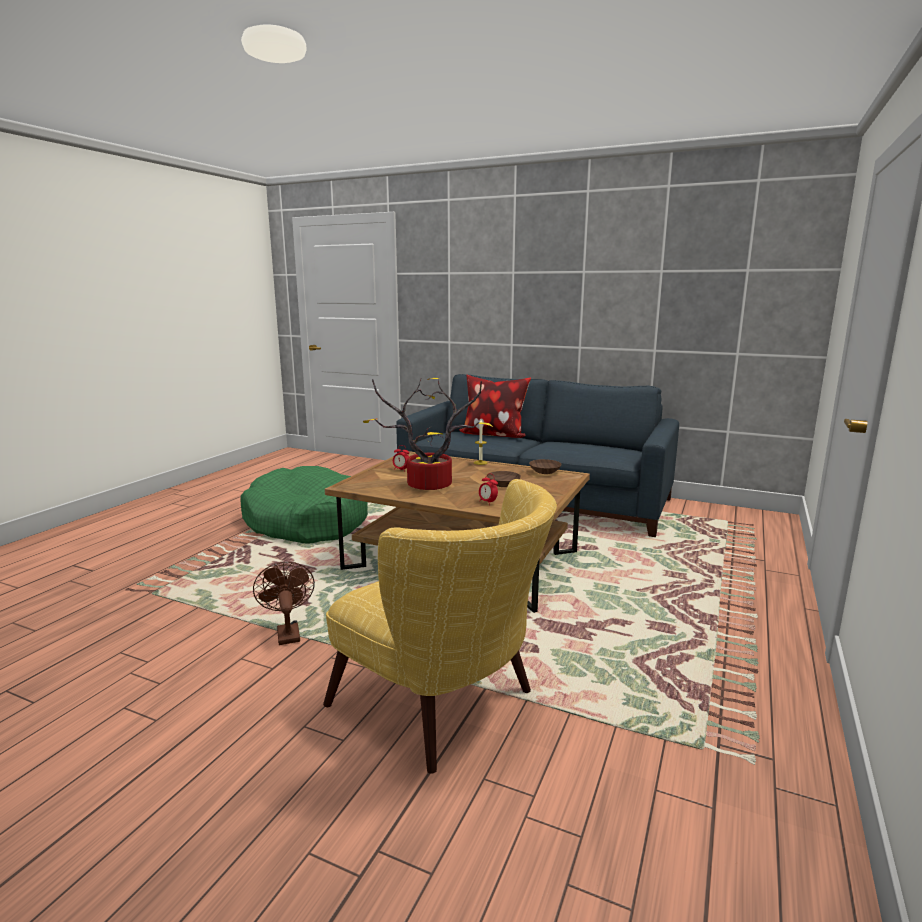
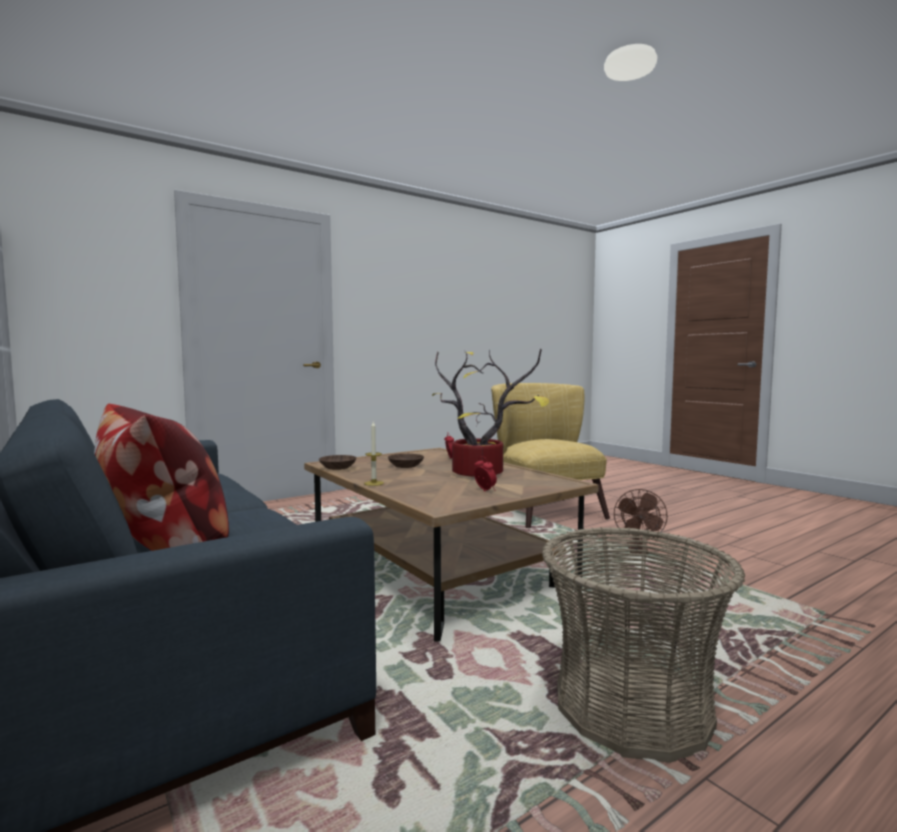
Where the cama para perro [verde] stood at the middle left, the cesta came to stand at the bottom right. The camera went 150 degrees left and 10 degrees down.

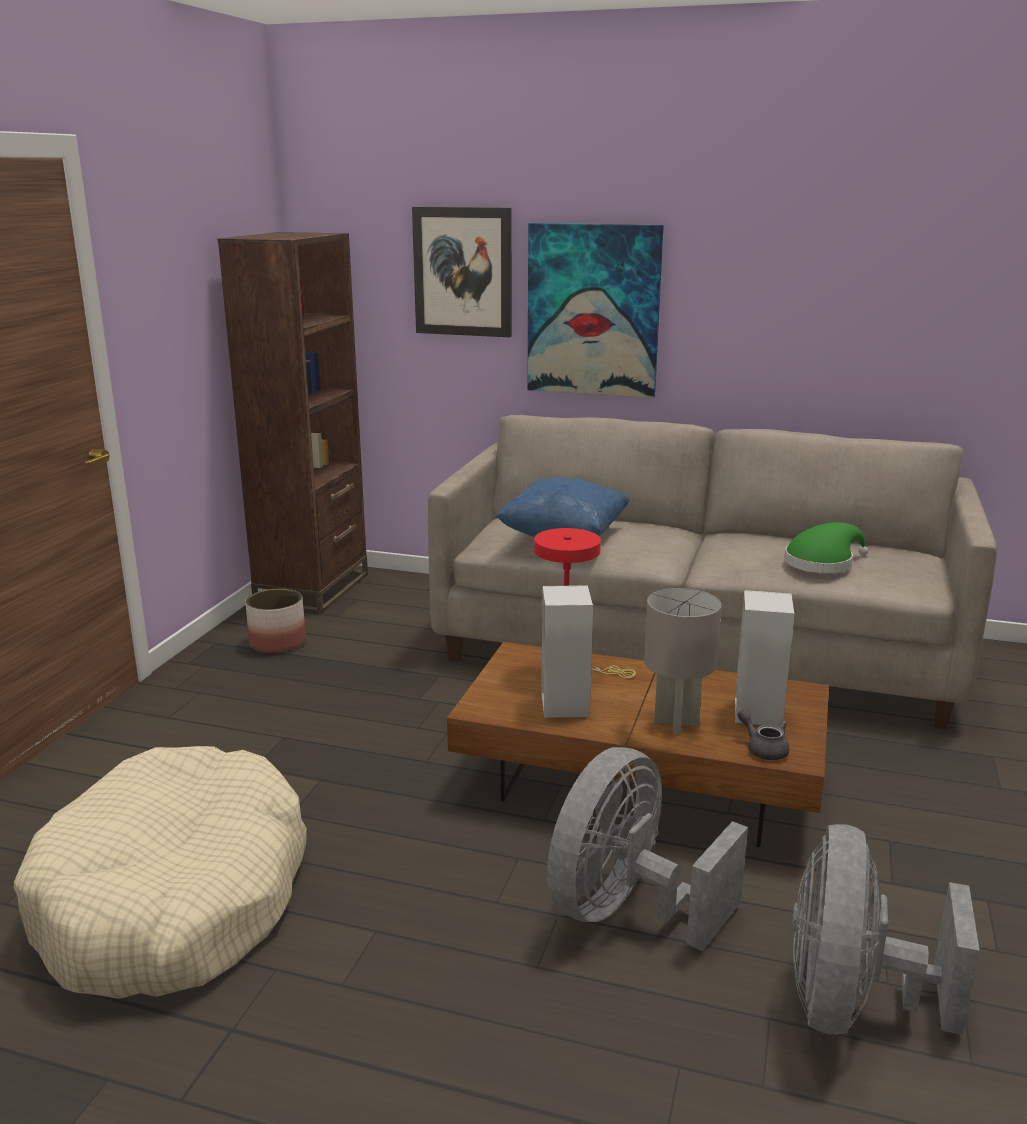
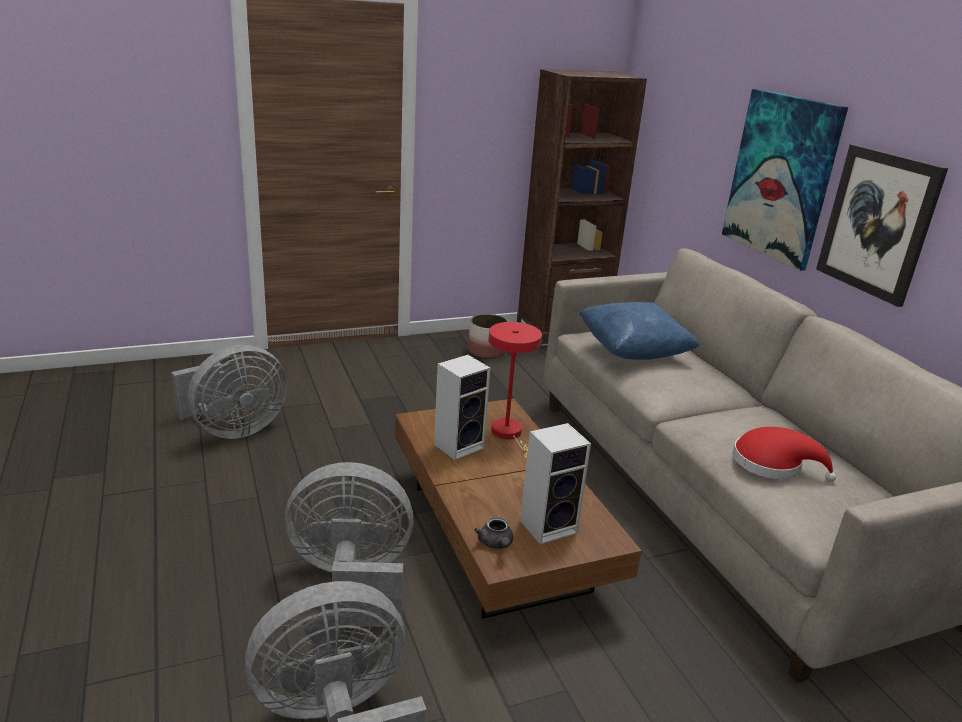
Where the cama para perro [beis] stood at the bottom left, the ventilador [gris] (1st from left) came to stand at the middle left. The cuadro (1st from left in the first image) ended up elsewhere, having gone from the top centre to the top right. The second view lost the lámpara de mesa [gris] at the centre. The tetera [gris] at the middle right ended up facing another way, 150 degrees clockwise from before. What was the sombrero [verde] at the middle right turned into the sombrero [rojo] at the middle right. The camera went 50 degrees right and 5 degrees up.

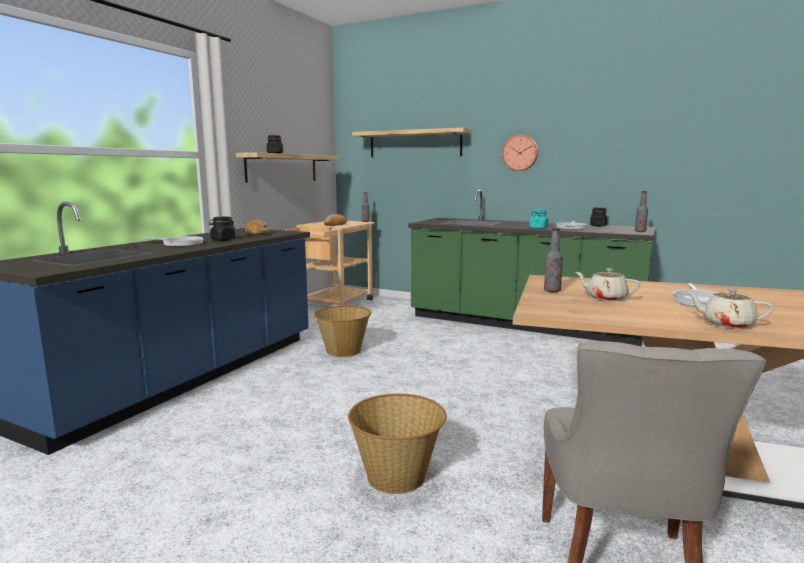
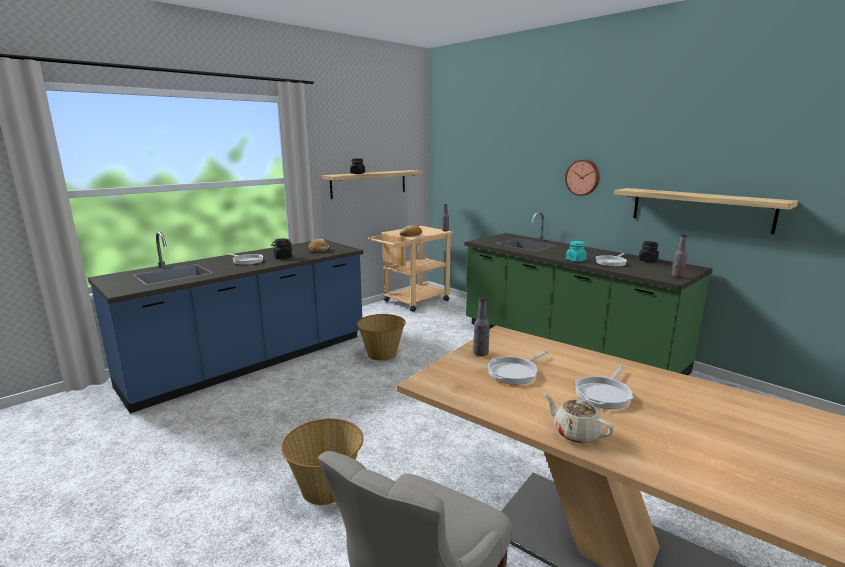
The estante (2nd from left) ended up elsewhere, having gone from the top centre to the middle right. Where the tetera [beis] (1st from left) stood at the middle right, the sartén (2nd from left) came to stand at the centre. The camera went 20 degrees right and 5 degrees up.

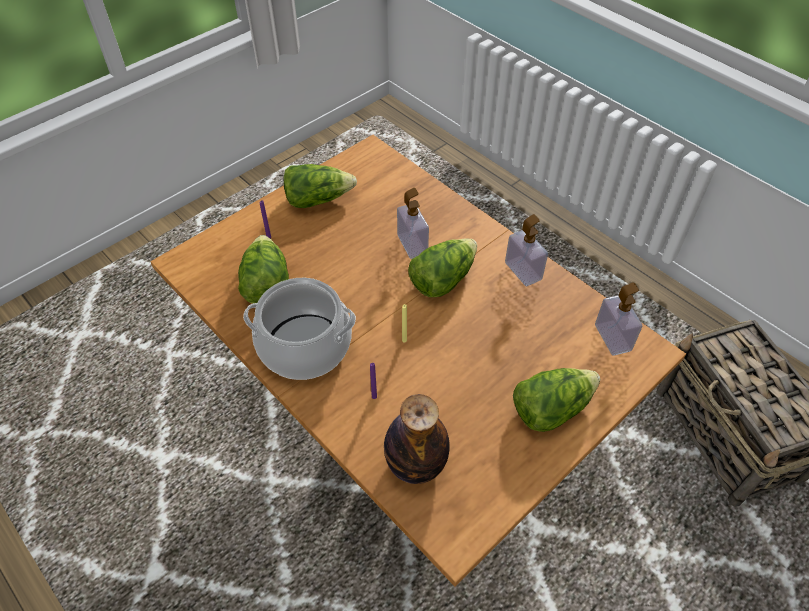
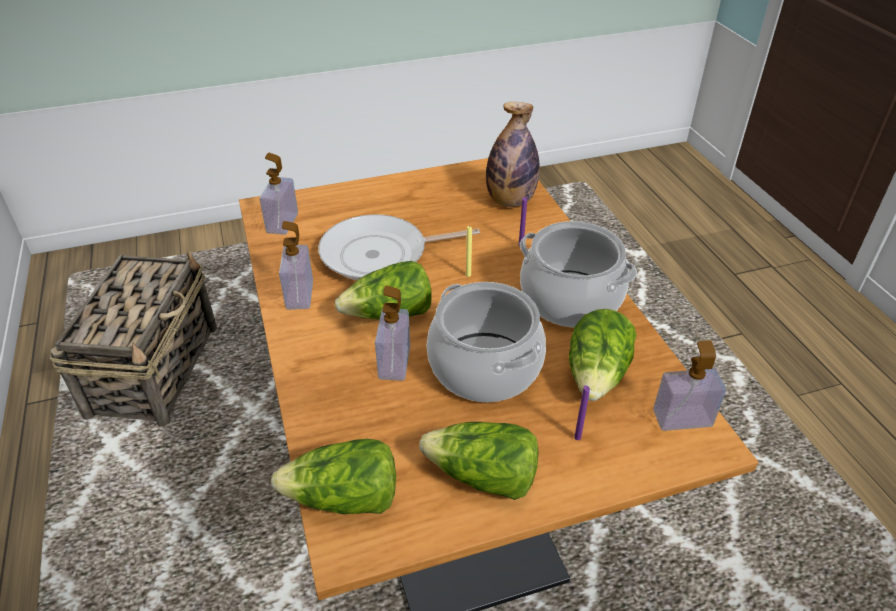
The lechuga (4th from left in the first image) ended up elsewhere, having gone from the middle right to the bottom centre. The second view gained the sartén at the centre. The second view gained the olla (1st from left) at the centre. The second view gained the dispensador de jabón (4th from left) at the middle right. The camera went 155 degrees left and 10 degrees down.

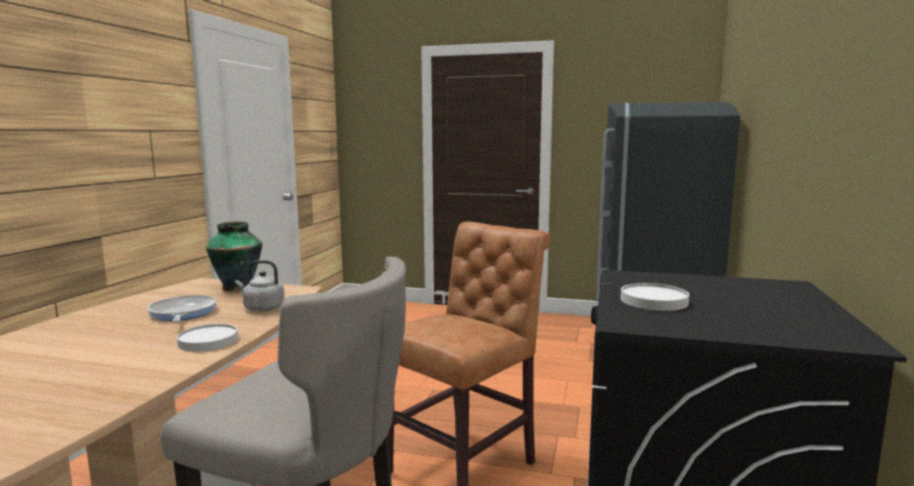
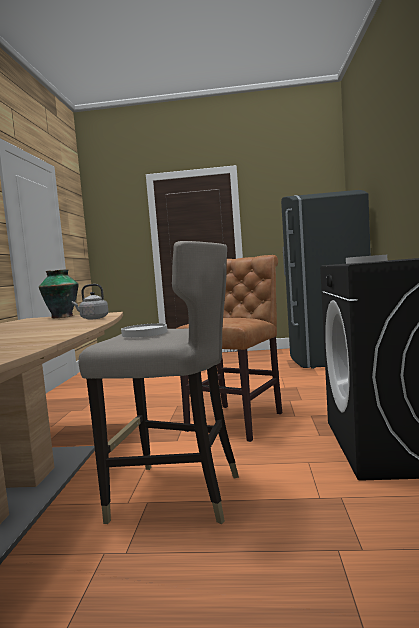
The second view lost the sartén at the middle left. The plato [blanco] (1st from left) ended up elsewhere, having gone from the bottom left to the centre. The camera went 10 degrees left and 5 degrees down.

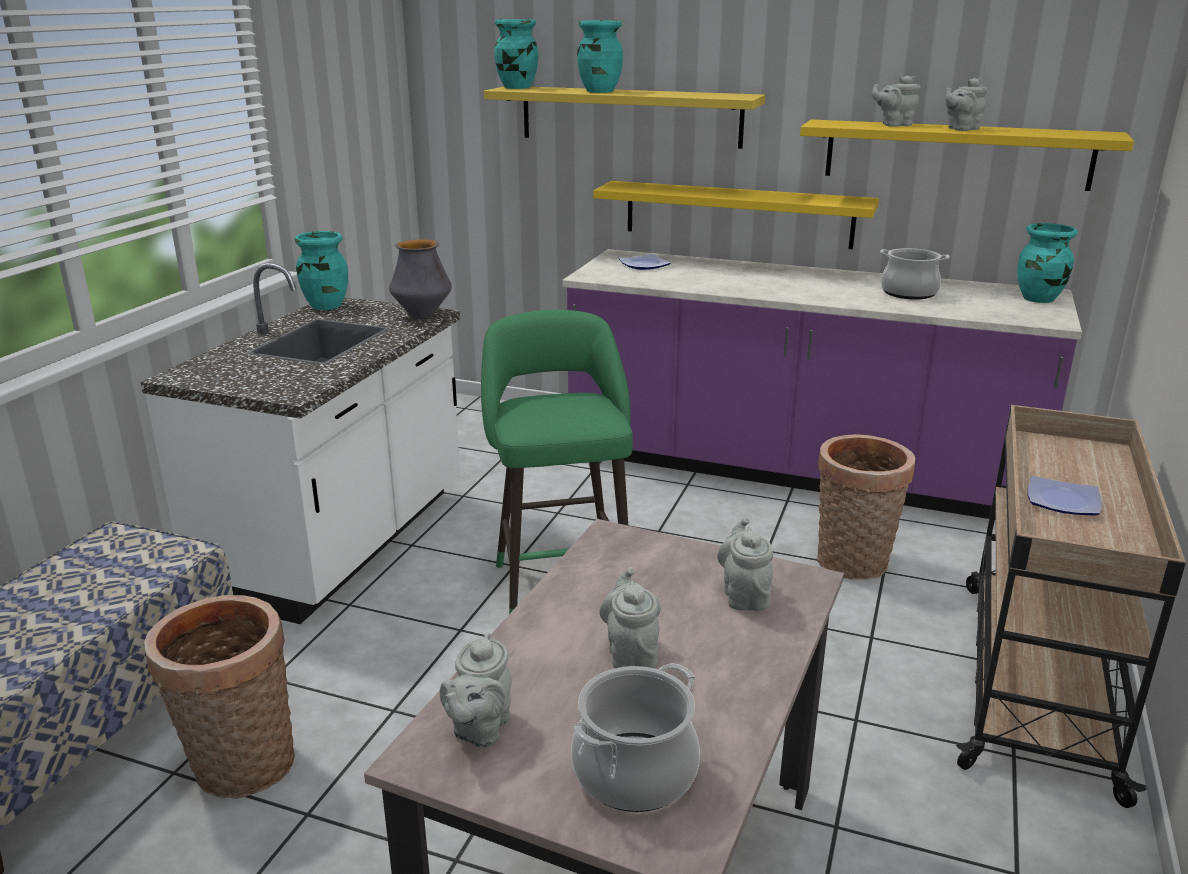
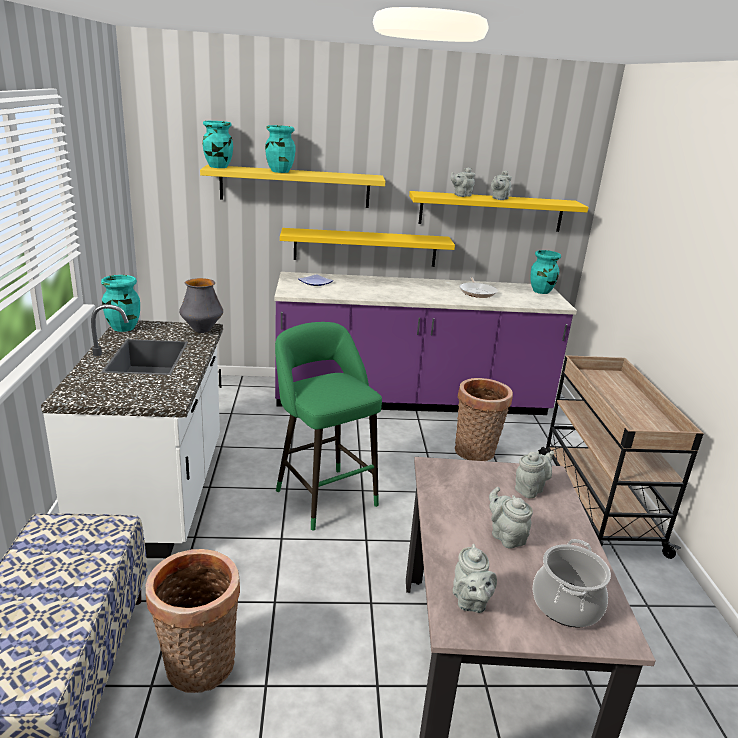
The tetera [gris] (3rd from left in the first image) at the centre ended up facing another way, 75 degrees clockwise from before. Where the olla (2nd from left) stood at the top right, the sartén came to stand at the centre. The second view lost the plato (2nd from left) at the middle right. The camera went 25 degrees left and 0 degrees up.

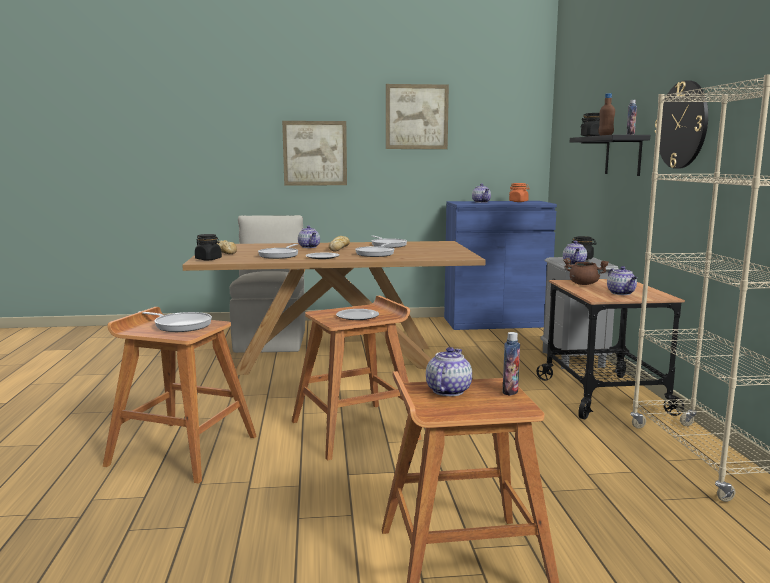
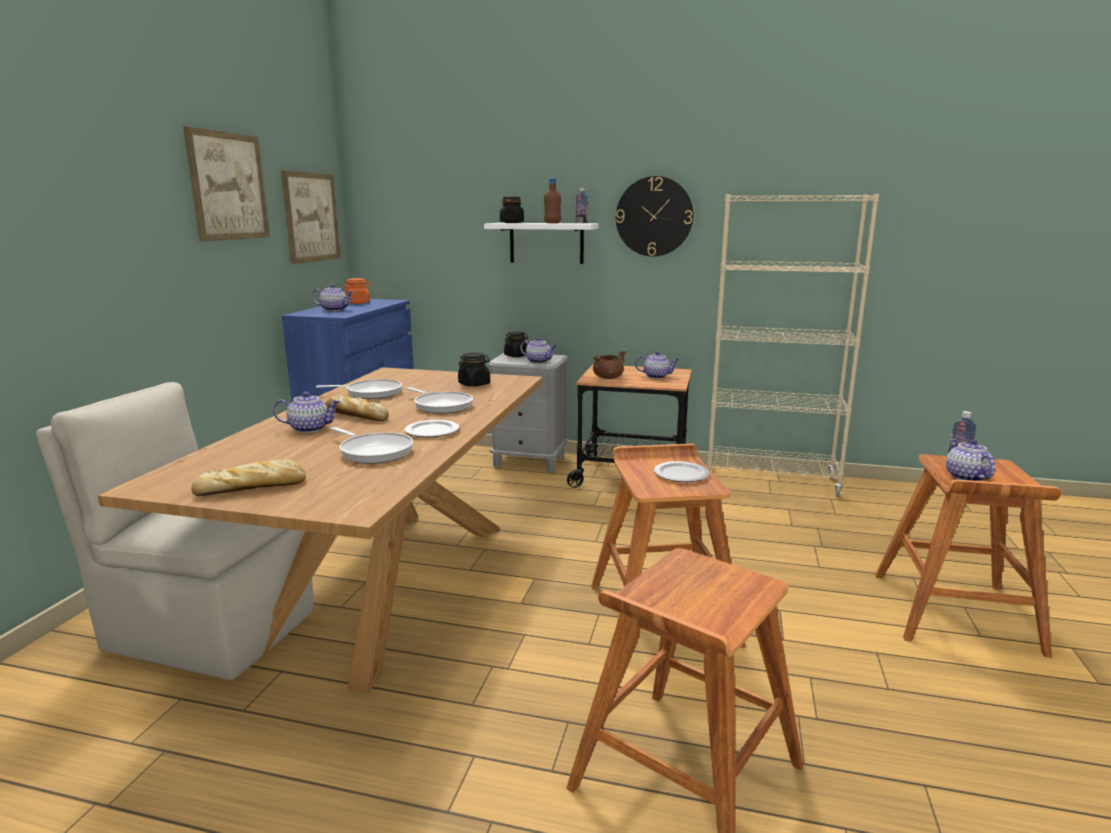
The second view lost the sartén (1st from left) at the middle left. The tarro [negro] (1st from left) ended up elsewhere, having gone from the middle left to the centre. The cuadro (1st from left in the first image) ended up elsewhere, having gone from the top centre to the top left. The tetera (2nd from left in the first image) at the centre ended up facing another way, 45 degrees clockwise from before. What was the estante [negro] at the top right turned into the estante [blanco] at the top centre. The camera went 70 degrees left and 5 degrees up.

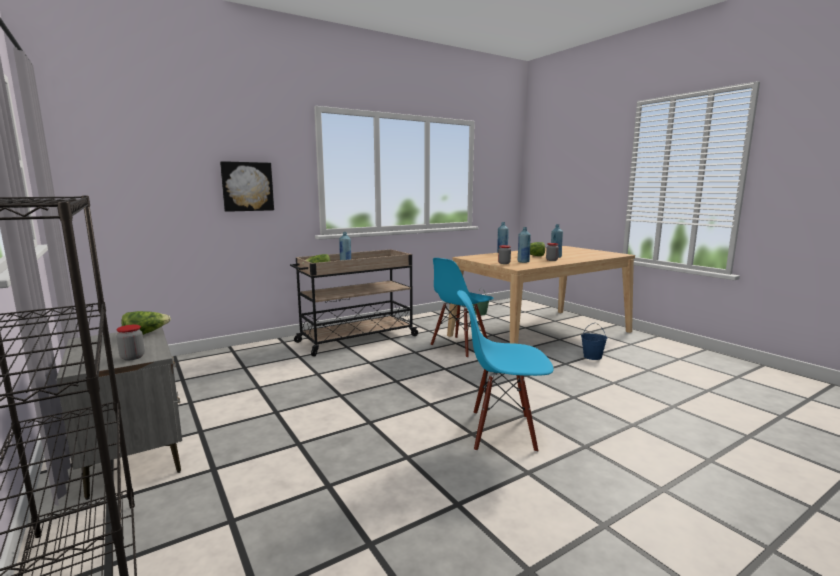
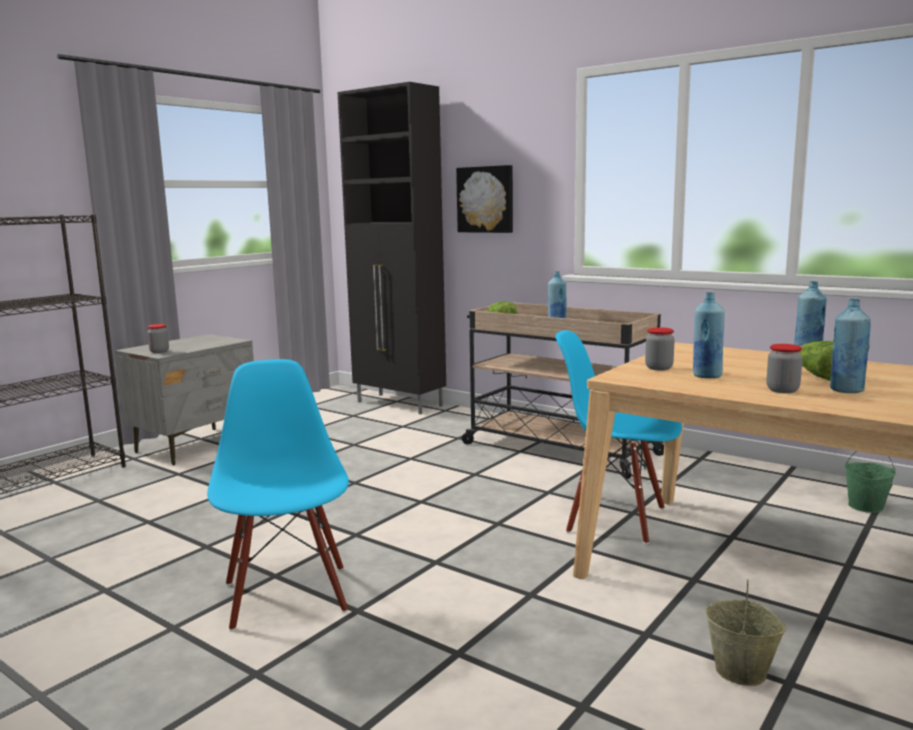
The second view lost the lechuga (1st from left) at the middle left. What was the cubo [azul] at the middle right turned into the cubo [beis] at the bottom right. The second view gained the armario [negro] at the centre. The camera went 70 degrees right and 0 degrees up.

